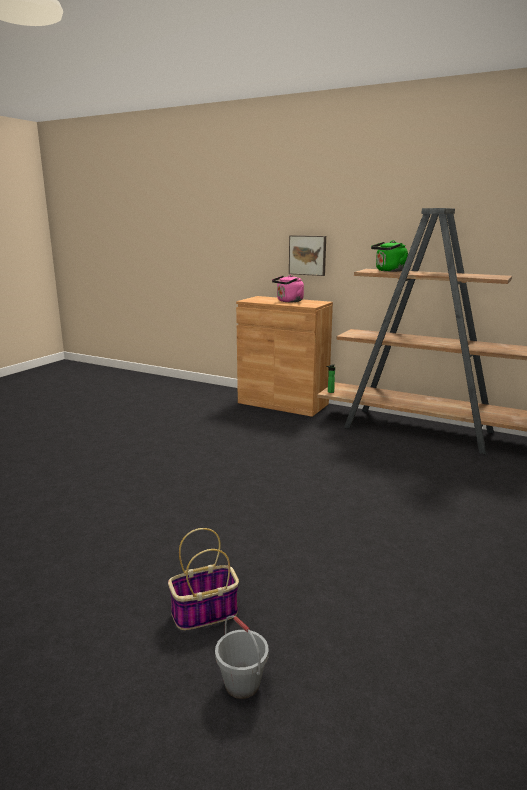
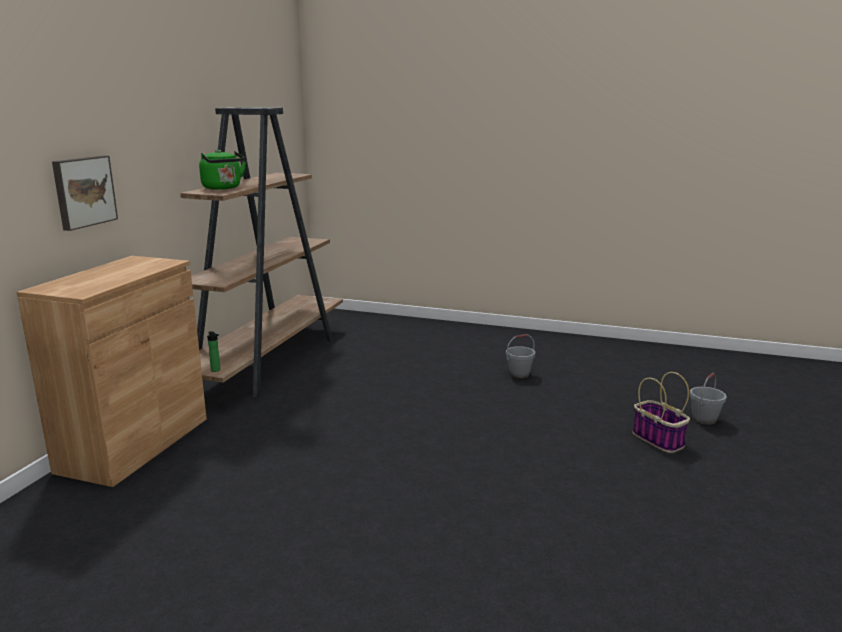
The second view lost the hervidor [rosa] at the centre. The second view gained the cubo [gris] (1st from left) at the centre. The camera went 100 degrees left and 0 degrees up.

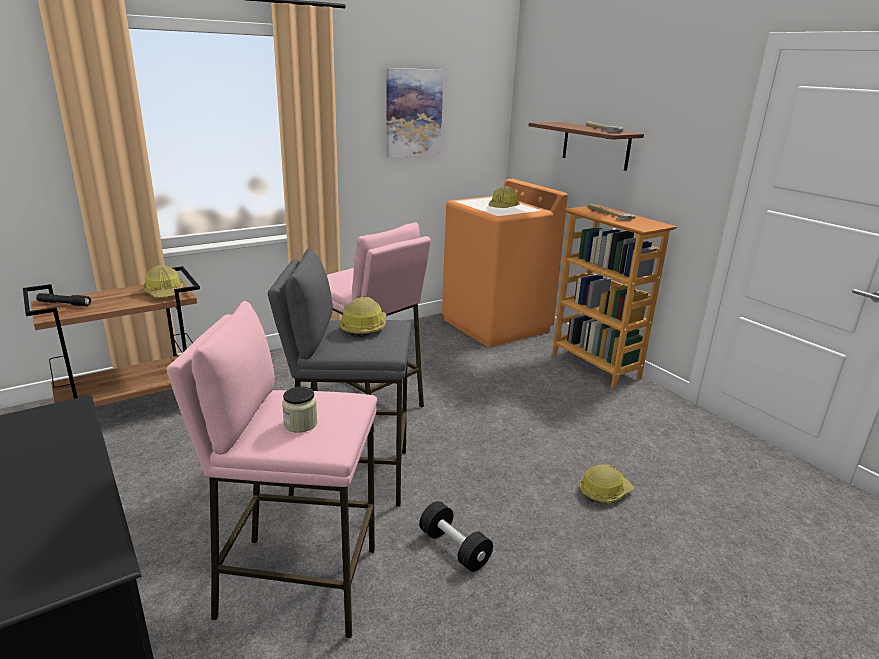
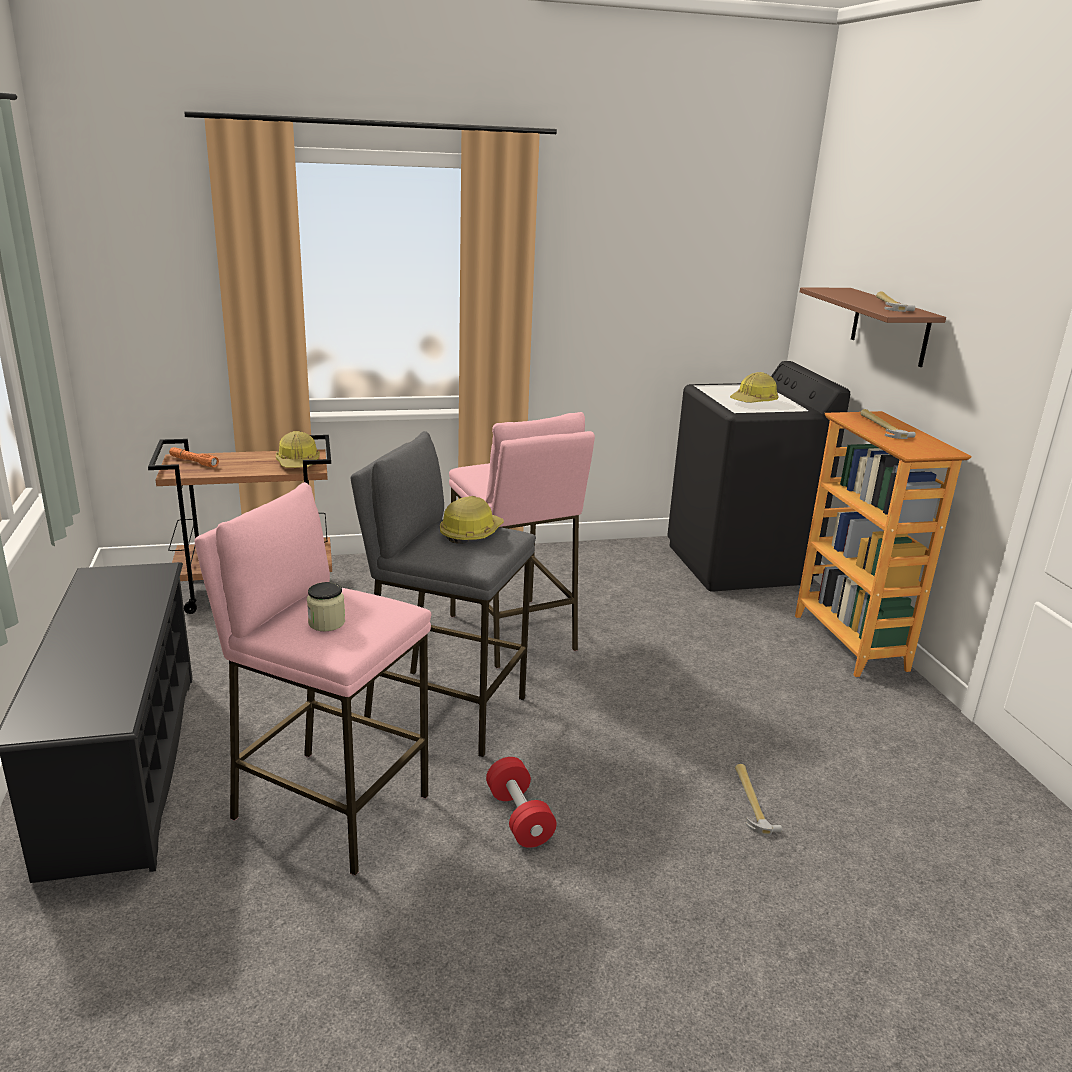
What was the linterna [negro] at the middle left turned into the linterna [naranja] at the middle left. The second view lost the cuadro at the top centre. What was the mancuerna [negro] at the bottom centre turned into the mancuerna [rojo] at the bottom centre. What was the lavadora [naranja] at the centre turned into the lavadora [negro] at the middle right. Where the casco (4th from left) stood at the bottom right, the martillo (1st from left) came to stand at the bottom right. The camera went 20 degrees right and 0 degrees up.

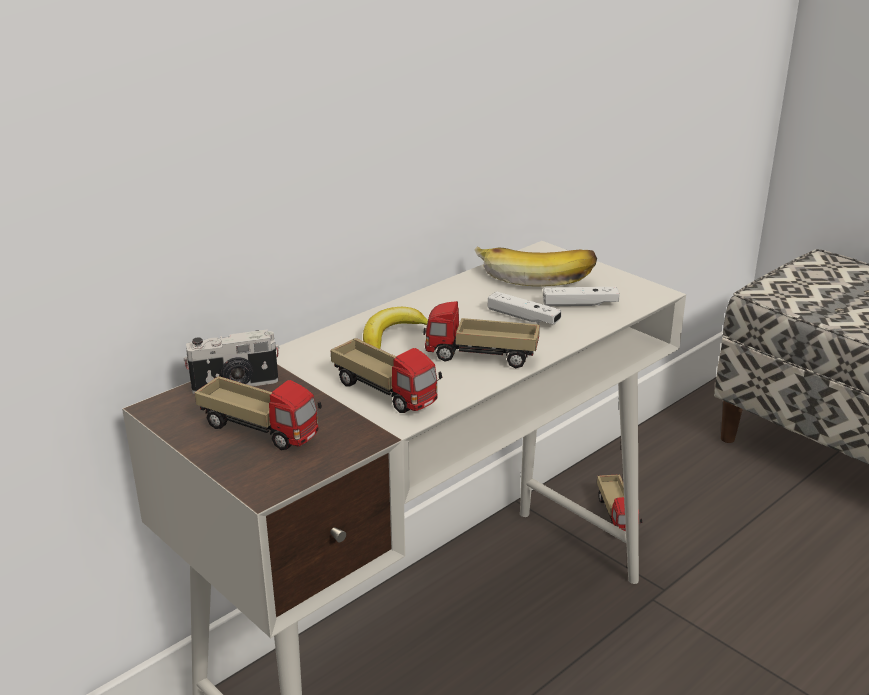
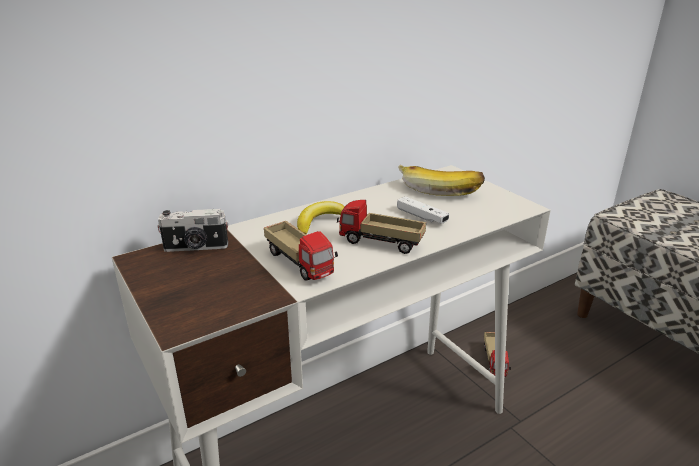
The second view lost the camión de juguete (1st from left) at the middle left. The second view lost the mando de consola [blanco] (2nd from left) at the middle right. The camera went 10 degrees right and 0 degrees up.

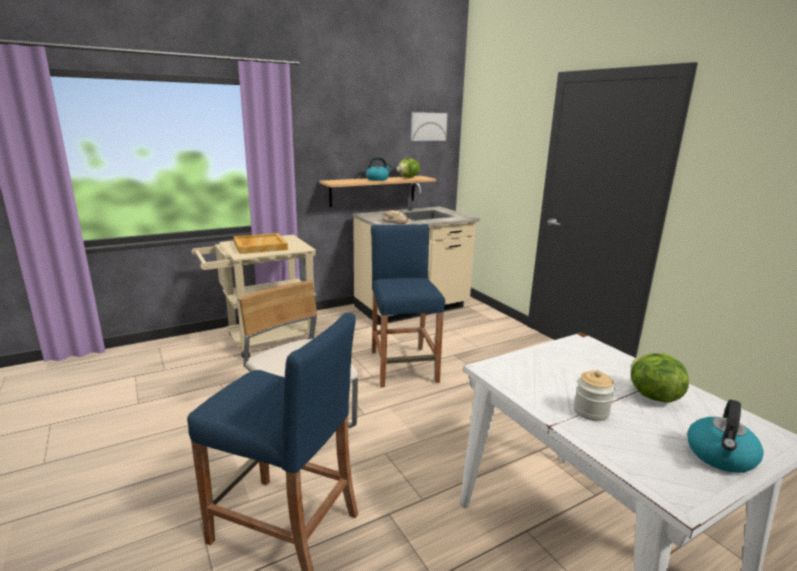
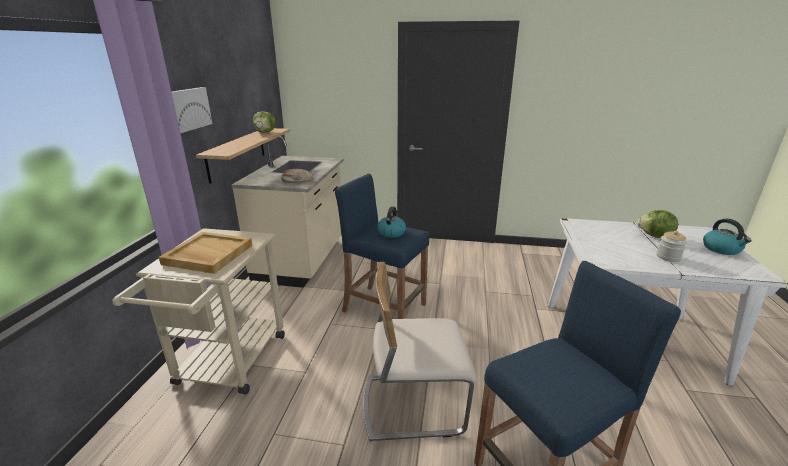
The hervidor (1st from left) ended up elsewhere, having gone from the top centre to the centre. The cuadro ended up elsewhere, having gone from the top centre to the top left. The camera went 50 degrees left and 5 degrees up.

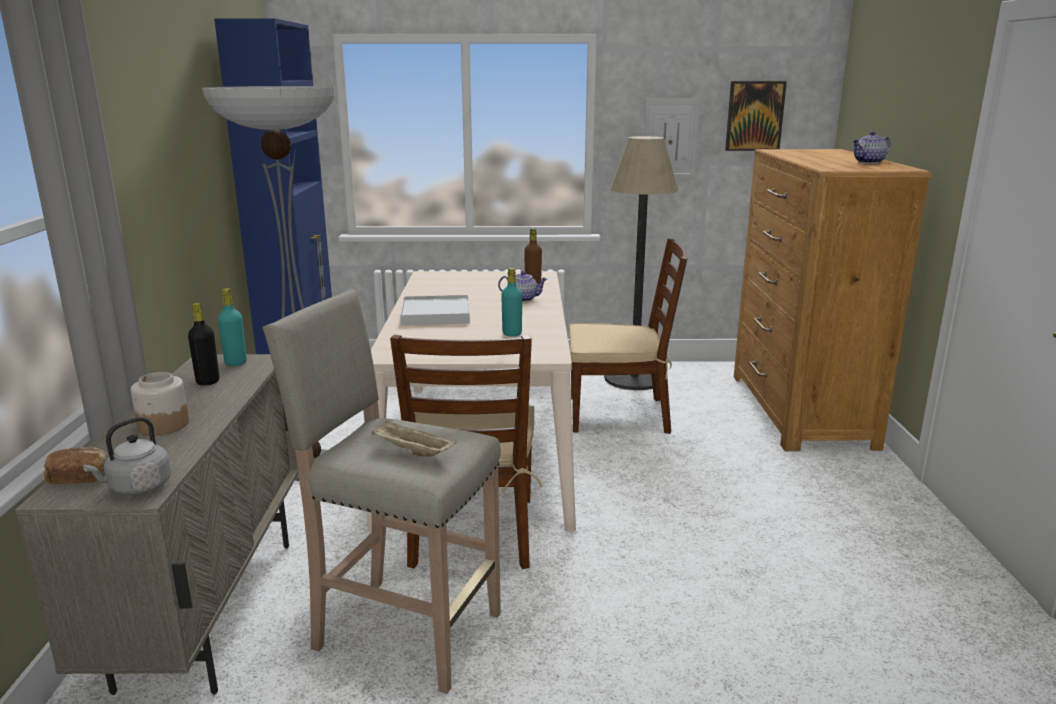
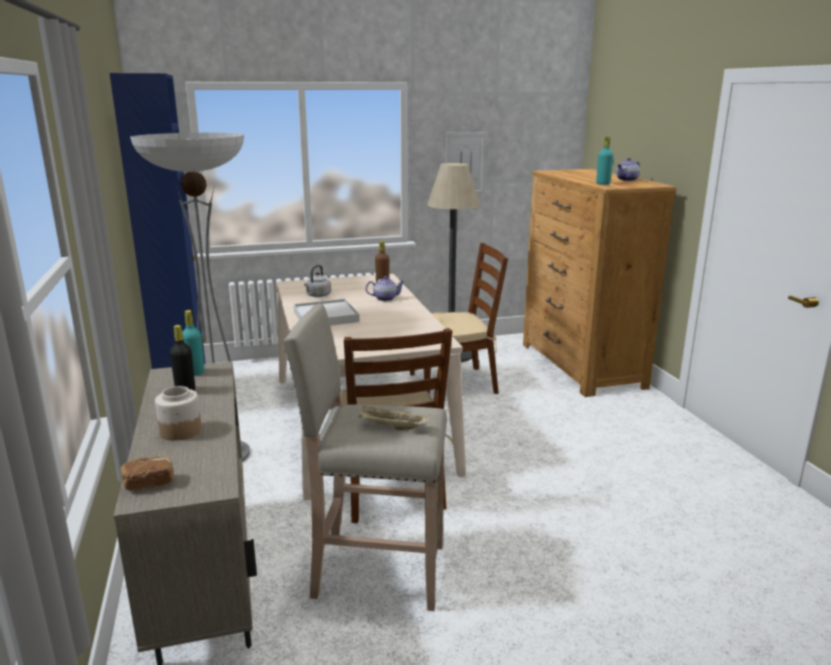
The hervidor [gris] ended up elsewhere, having gone from the middle left to the centre. The botella [turquesa] (2nd from left) ended up elsewhere, having gone from the centre to the top right. The second view lost the cuadro (2nd from left) at the top right. The camera went 15 degrees left and 0 degrees up.

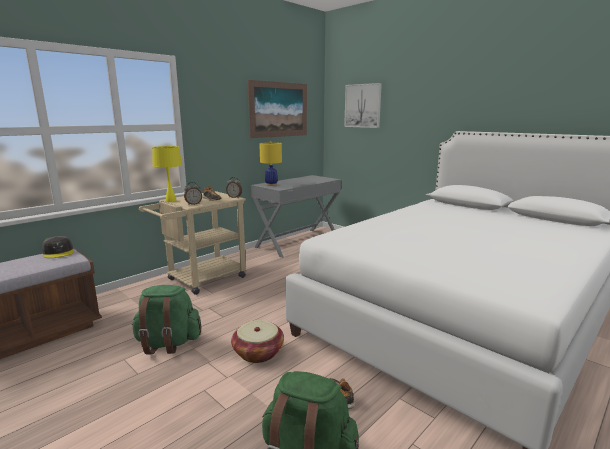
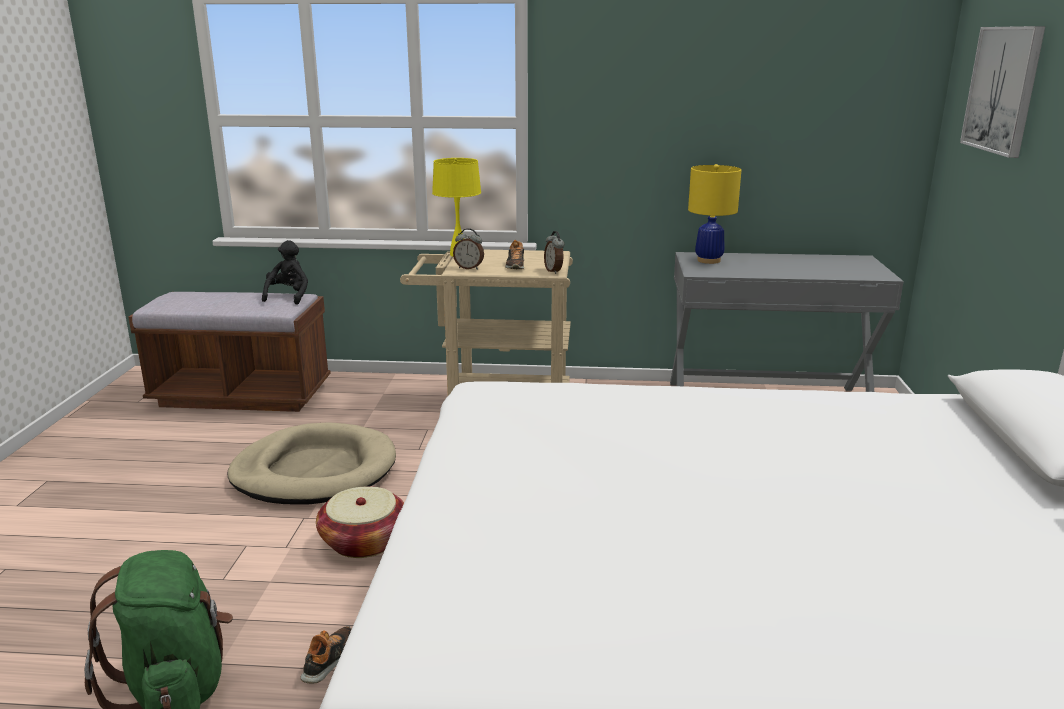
Where the gorra [gris] stood at the middle left, the peluche [negro] came to stand at the middle left. Where the mochila [verde] (1st from left) stood at the bottom left, the cama para perro [beis] came to stand at the middle left. The second view lost the cuadro (1st from left) at the top centre. The camera went 50 degrees right and 5 degrees up.

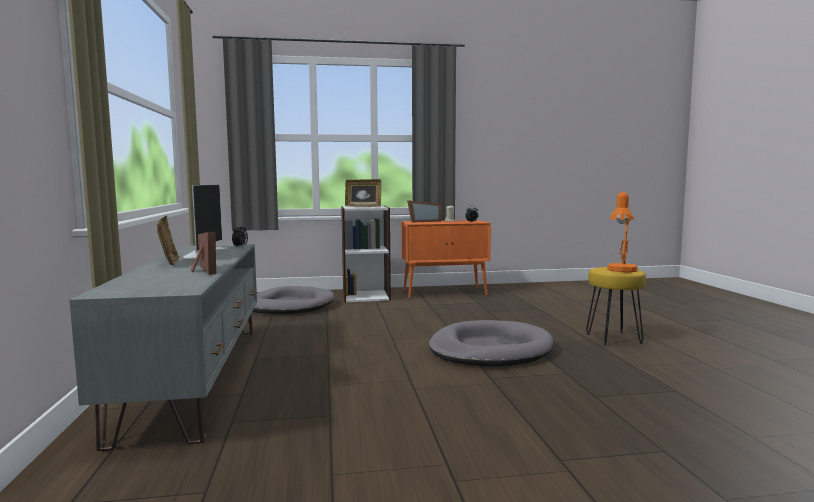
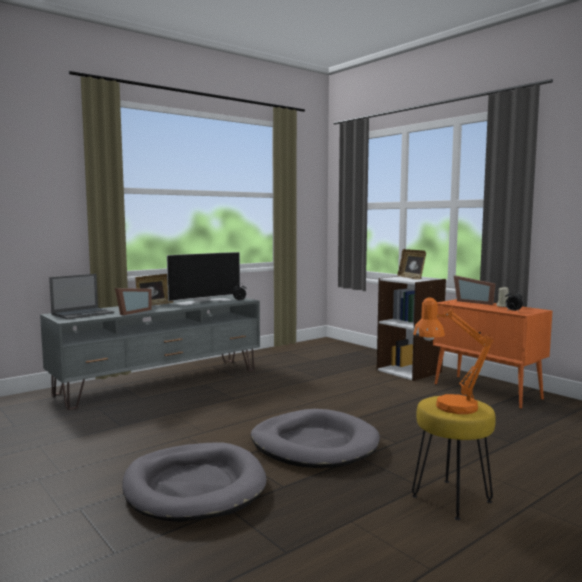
The cama para perro [gris] (1st from left) ended up elsewhere, having gone from the centre to the bottom centre. The second view gained the portátil at the middle left. The camera went 60 degrees right and 0 degrees up.

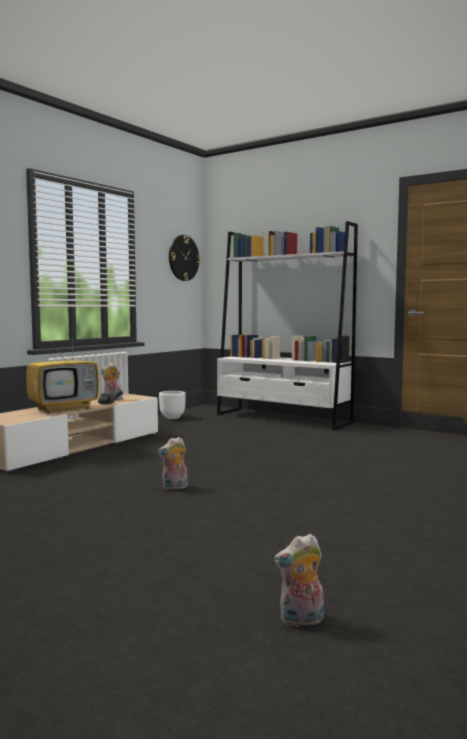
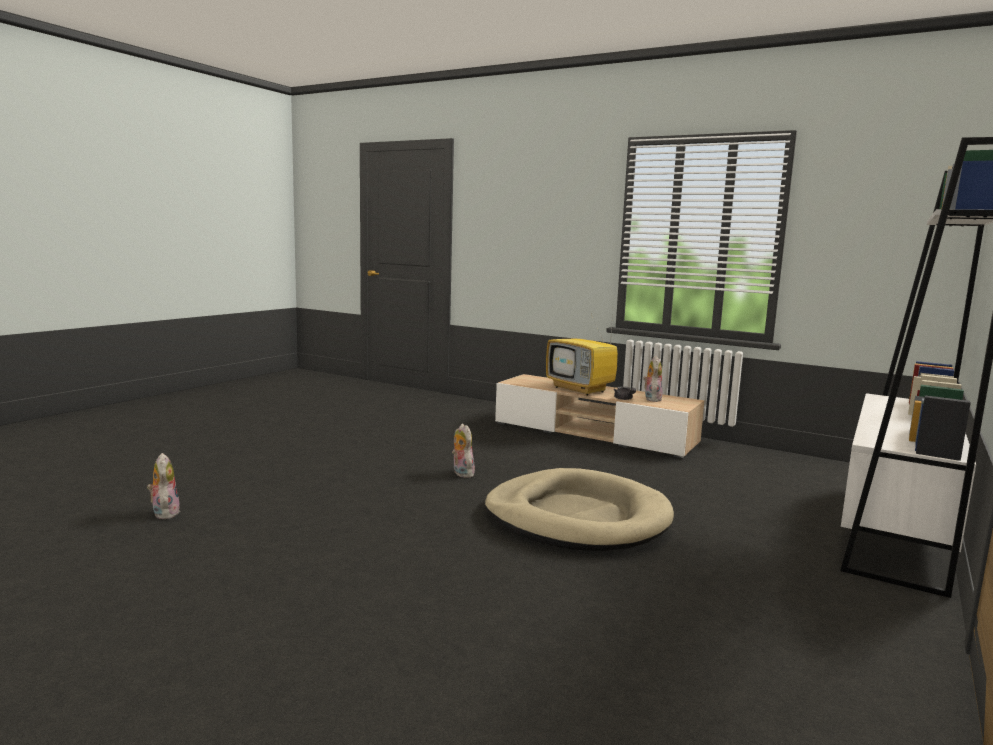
The second view lost the maceta [blanco] at the centre. The second view lost the reloj de pared at the centre. The second view gained the cama para perro [beis] at the bottom centre. The camera went 85 degrees right and 5 degrees up.

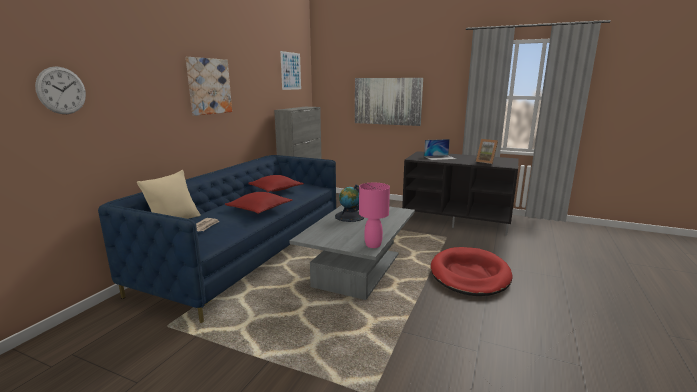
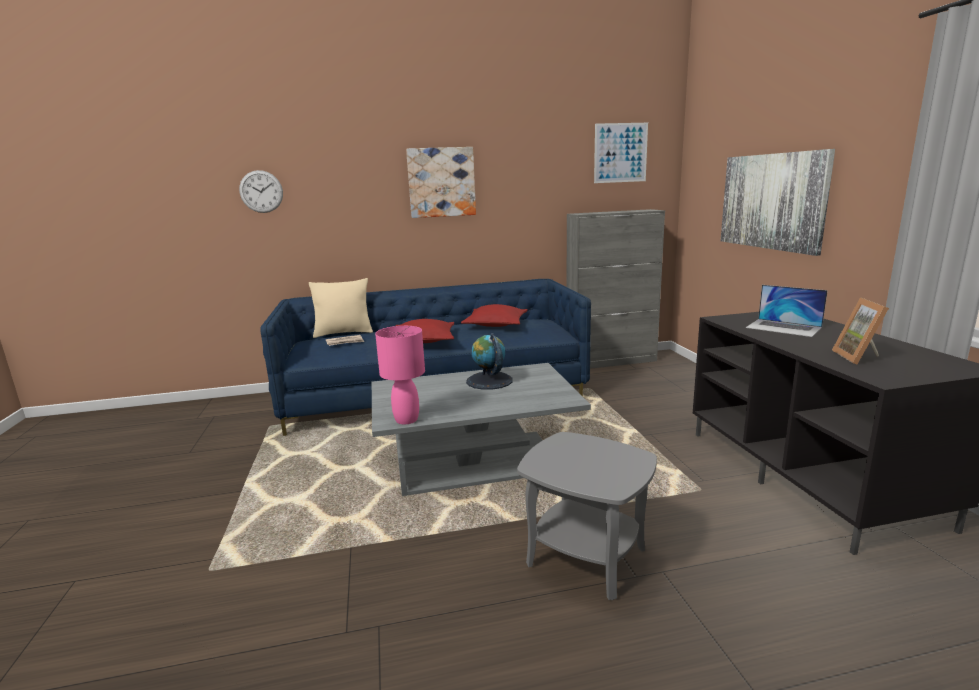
Where the cama para perro [rojo] stood at the bottom right, the mesa auxiliar [gris] came to stand at the bottom centre. The camera went 55 degrees right and 0 degrees up.

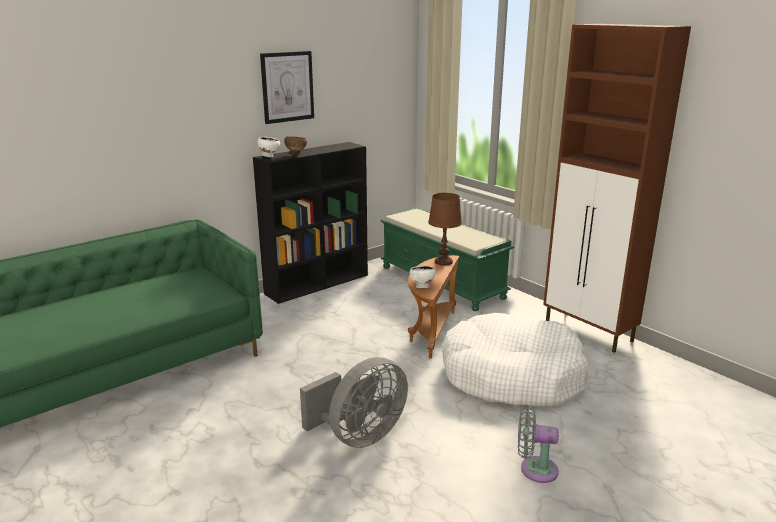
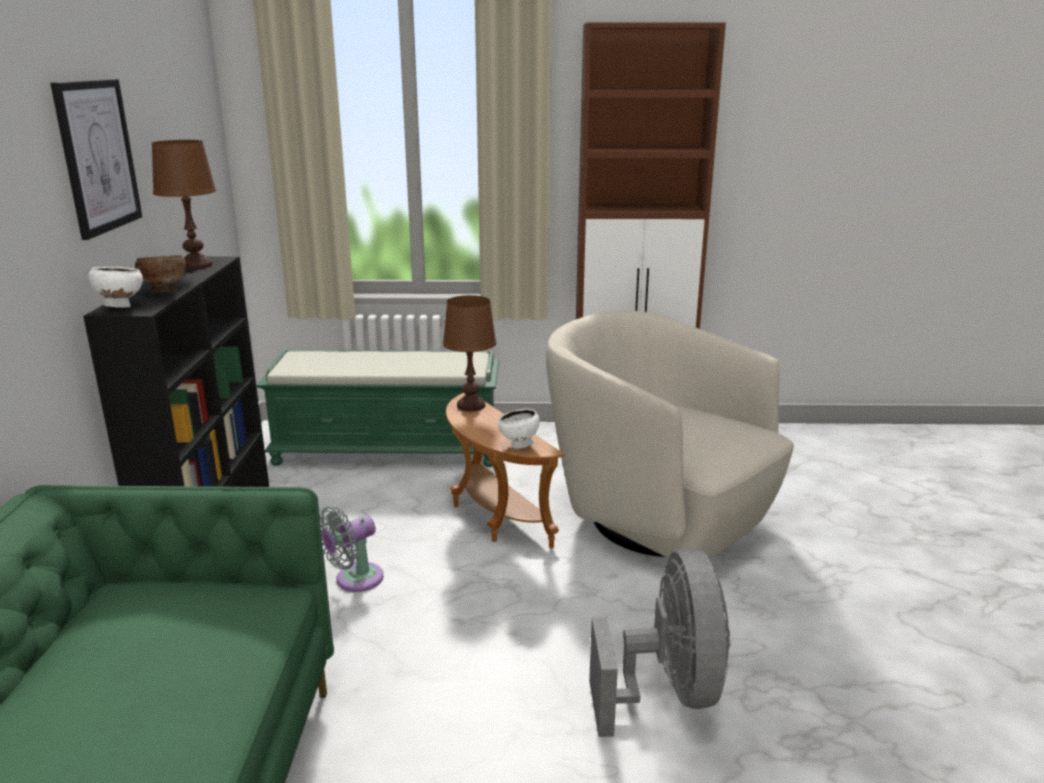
Where the cama para perro [blanco] stood at the bottom centre, the sillón [beis] came to stand at the centre. The ventilador [gris] (2nd from left in the first image) ended up elsewhere, having gone from the bottom right to the bottom centre. The second view gained the lámpara de mesa [marrón] (1st from left) at the top left. The camera went 50 degrees left and 0 degrees up.

